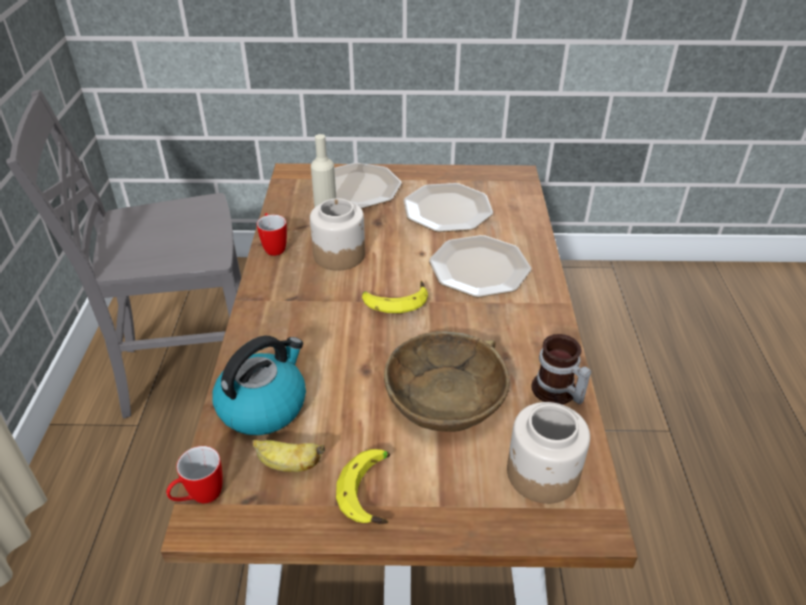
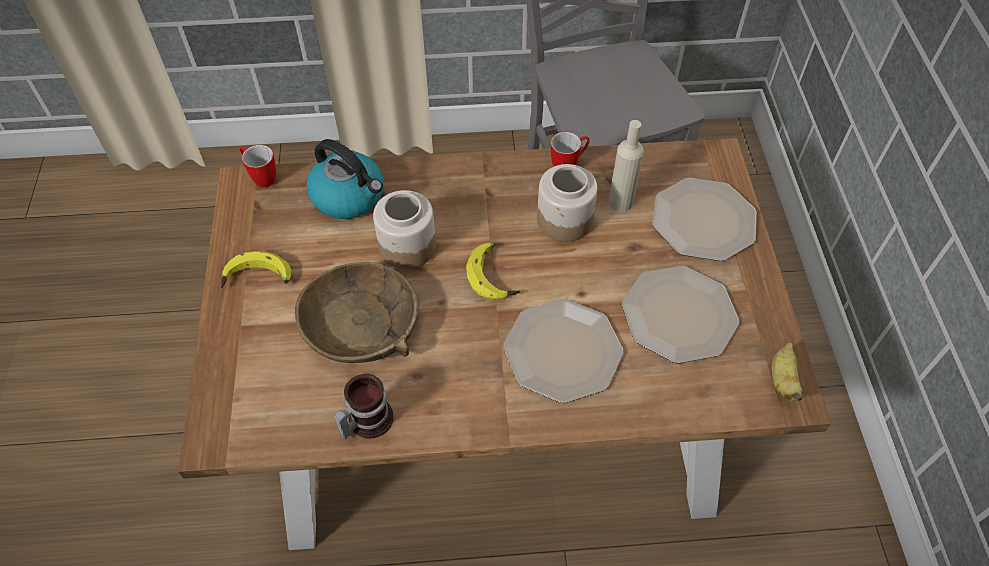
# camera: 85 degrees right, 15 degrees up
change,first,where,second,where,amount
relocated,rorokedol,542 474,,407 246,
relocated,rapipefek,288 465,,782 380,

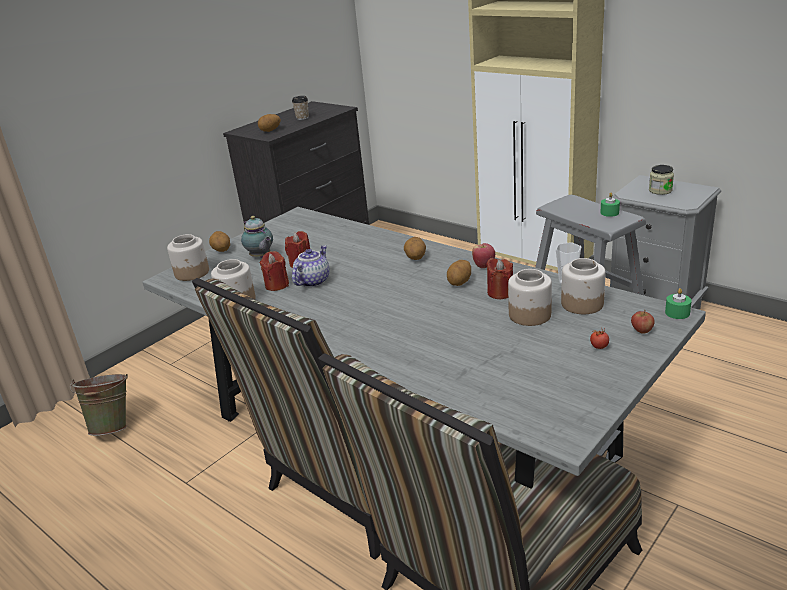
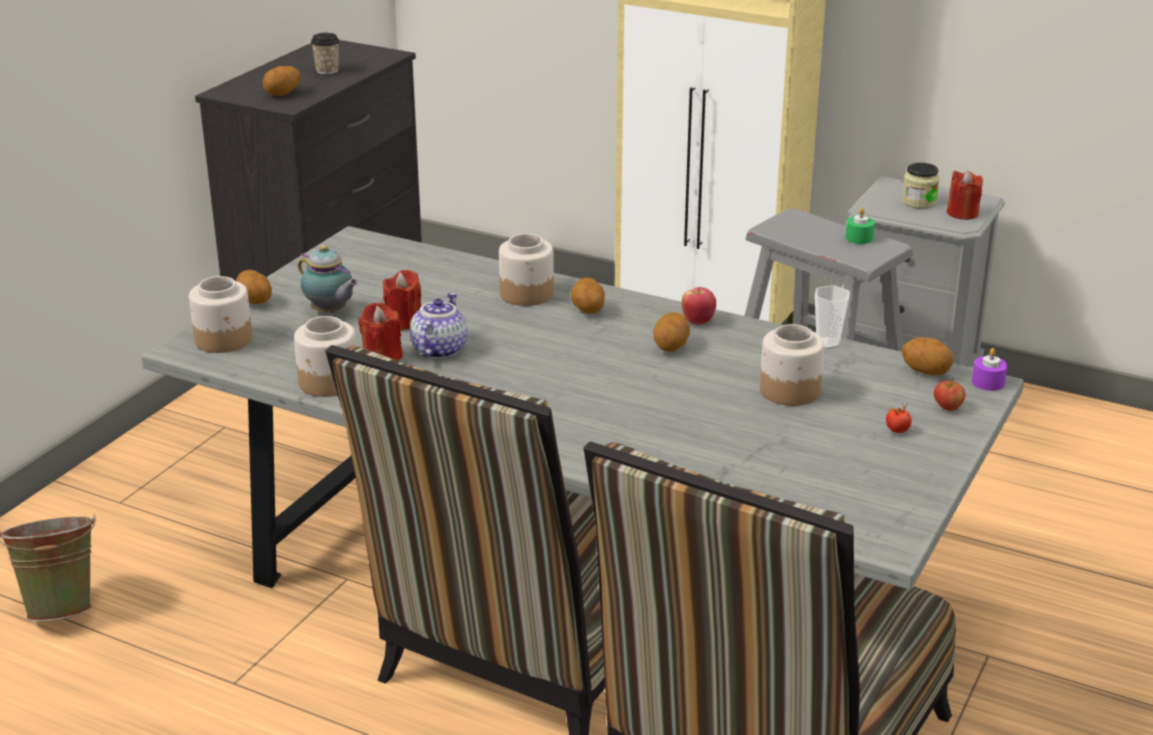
# camera: 15 degrees left, 0 degrees up
change,first,where,second,where,amount
relocated,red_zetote,500 293,,962 213,
relocated,rorokedol,582 304,,527 294,
colour,green_zetote,677 313,purple_zetote,988 382,
appeared,,,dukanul,926 372,

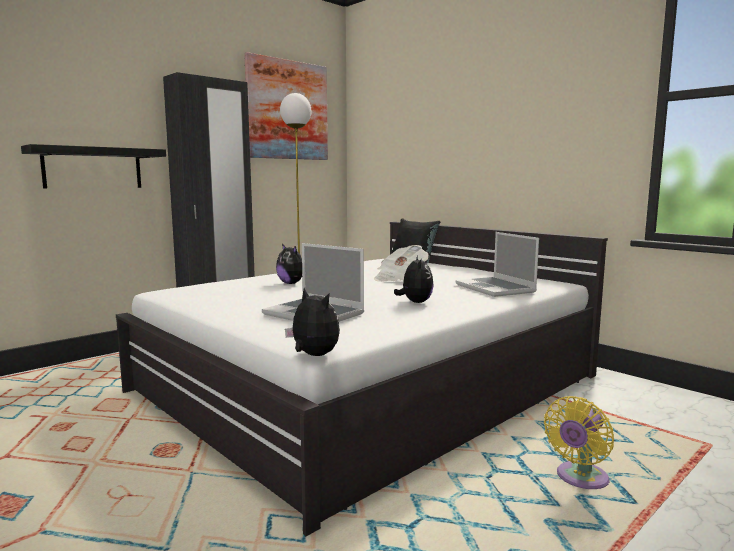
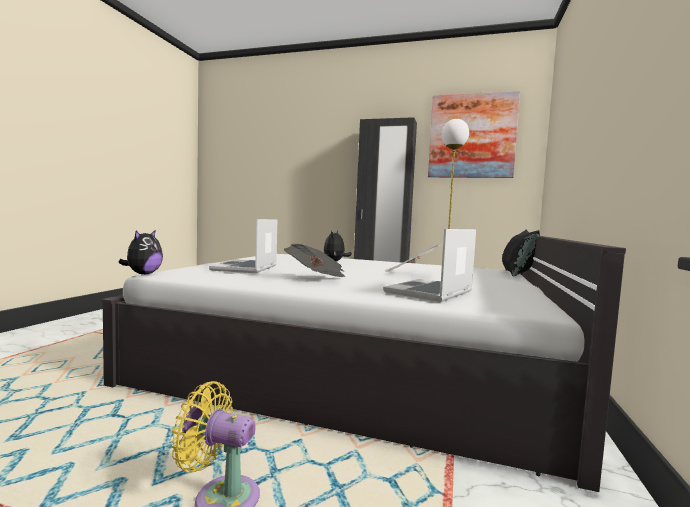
# camera: 60 degrees right, 5 degrees down
change,first,where,second,where,amount
missing,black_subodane,93 168,,,
exchanged,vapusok,415 302,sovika,317 279,

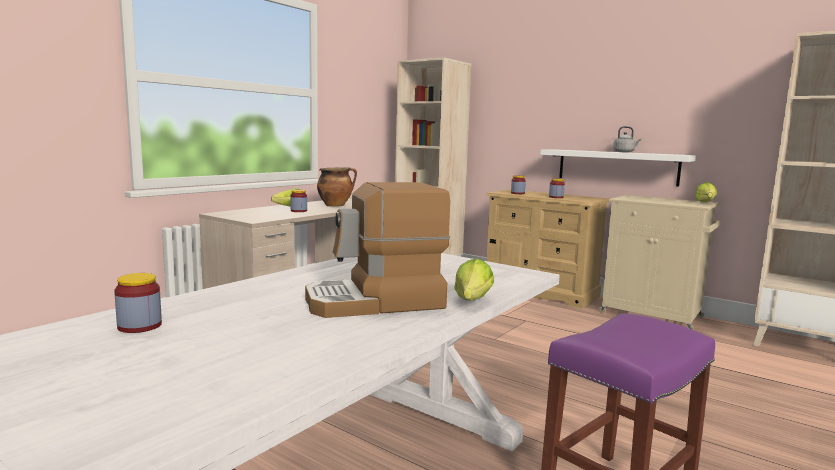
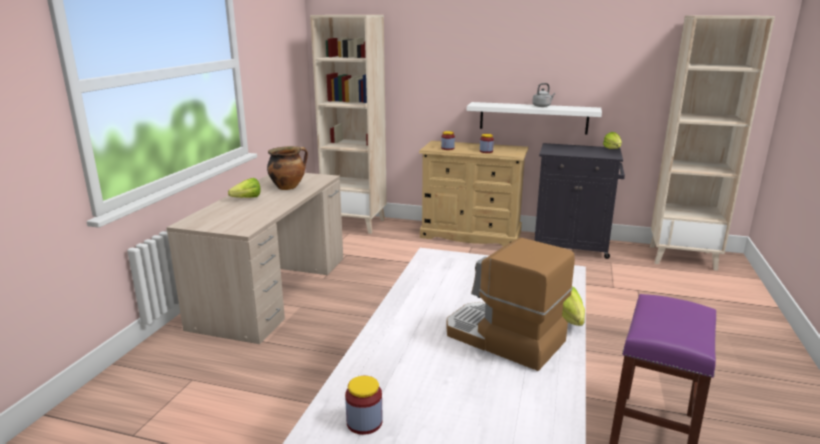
# camera: 20 degrees left, 10 degrees up
change,first,where,second,where,amount
spun,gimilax,376 302,,503 338,75 degrees clockwise
missing,rorokedol,298 211,,,
colour,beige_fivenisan,653 315,black_fivenisan,572 246,

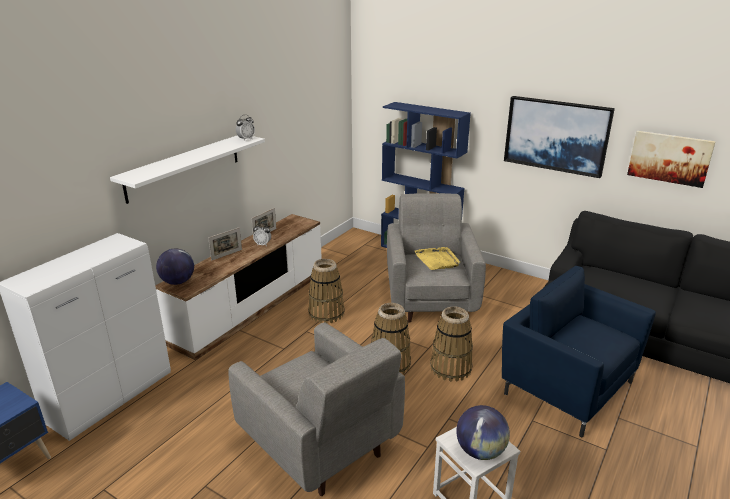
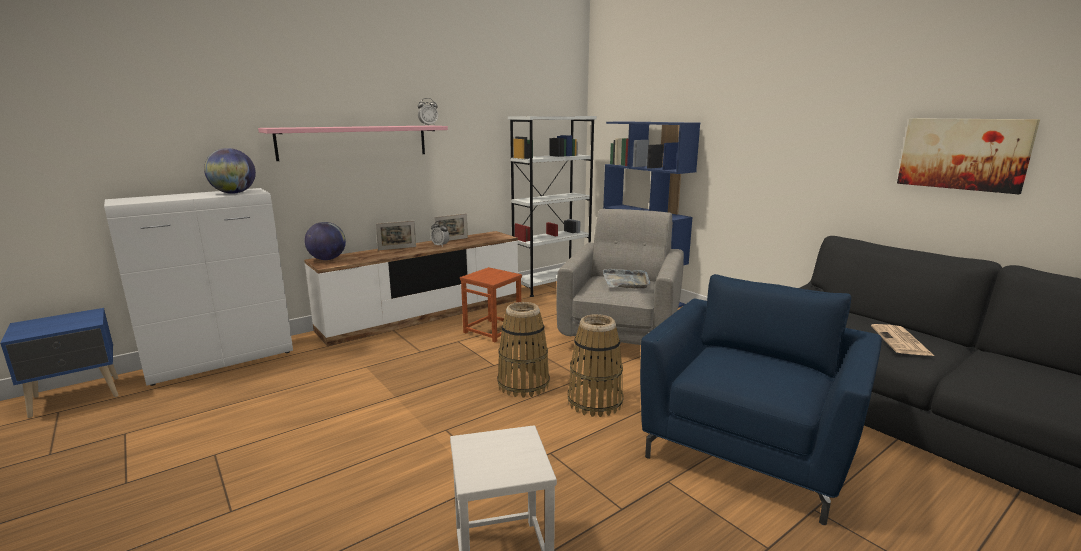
# camera: 20 degrees right, 10 degrees down
change,first,where,second,where,amount
missing,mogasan,556 135,,,
colour,white_subodane,184 167,pink_subodane,354 142,
colour,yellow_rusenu,437 260,grey_rusenu,626 281,
exchanged,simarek,326 313,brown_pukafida,493 330,
spun,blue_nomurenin,566 386,,748 452,60 degrees clockwise
missing,grey_nomurenin,320 446,,,
relocated,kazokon,480 451,,234 193,
appeared,,,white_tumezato,551 285,
appeared,,,sovika,901 341,

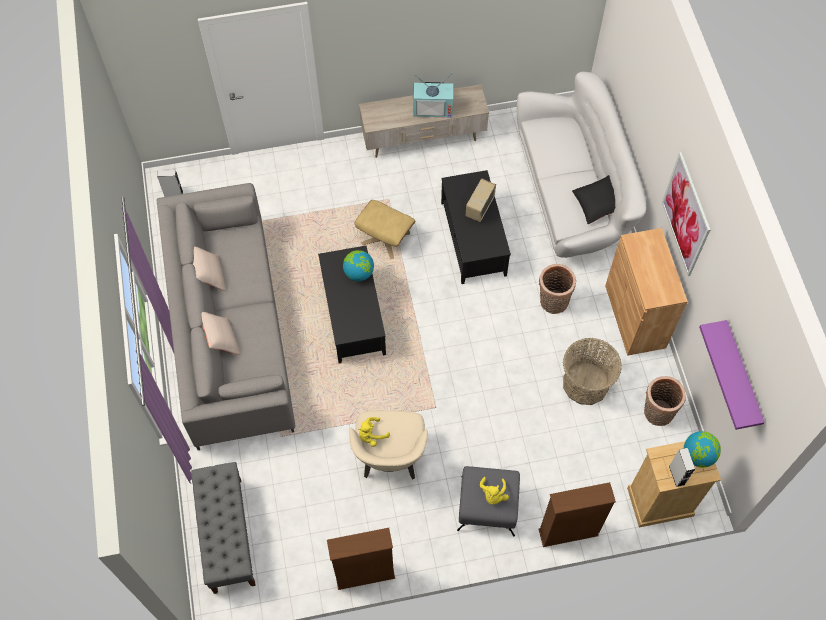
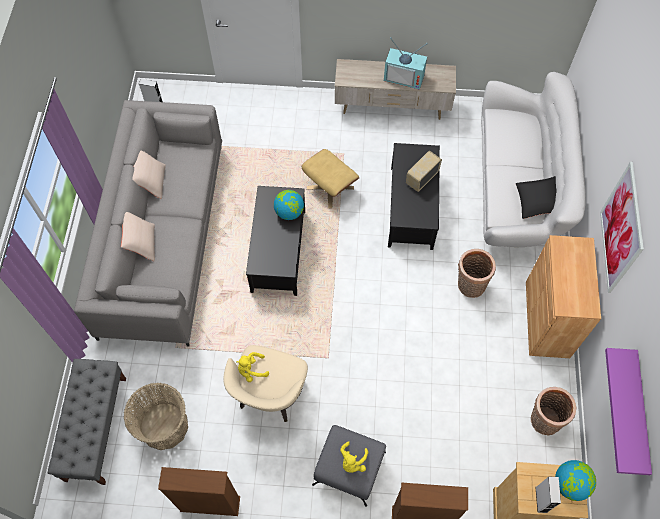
# camera: 15 degrees right, 0 degrees up
change,first,where,second,where,amount
relocated,simarek,585 383,,164 426,

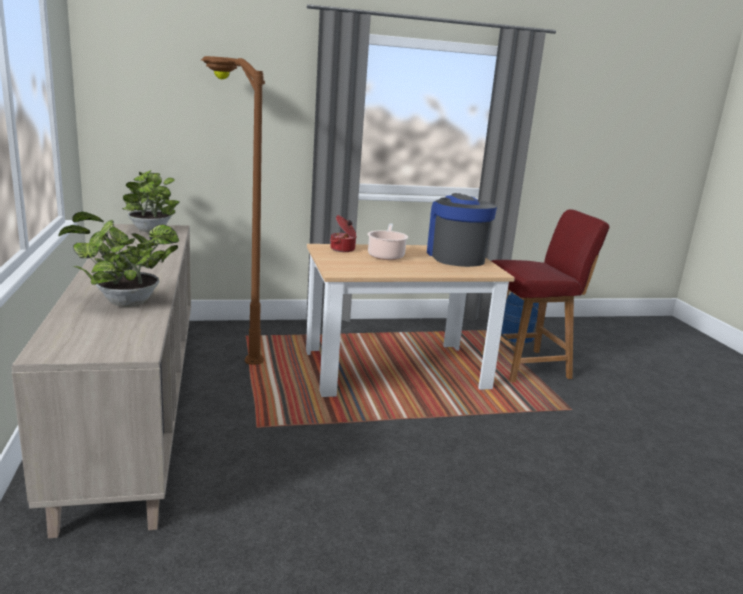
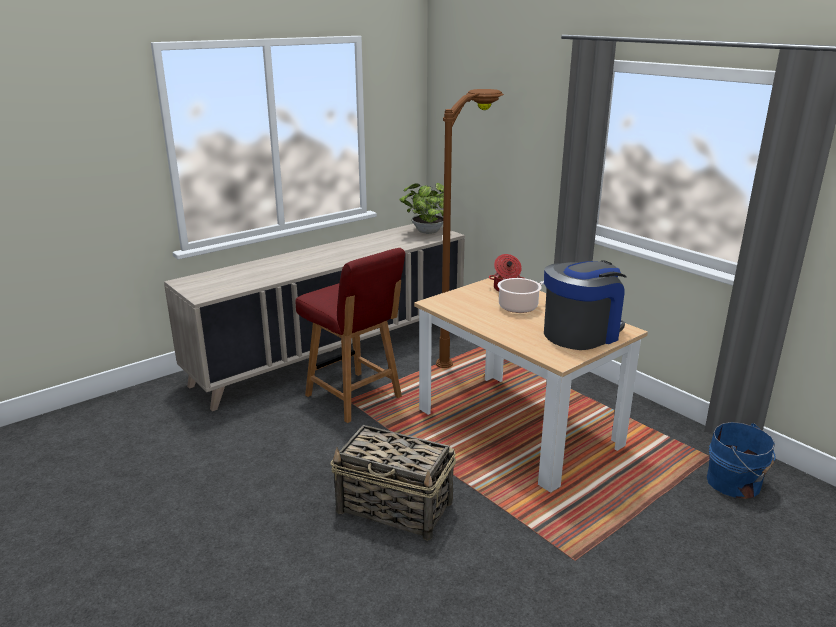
# camera: 65 degrees right, 5 degrees up
change,first,where,second,where,amount
relocated,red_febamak,527 366,,354 397,
missing,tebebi,123 302,,,
appeared,,,simarek,396 507,

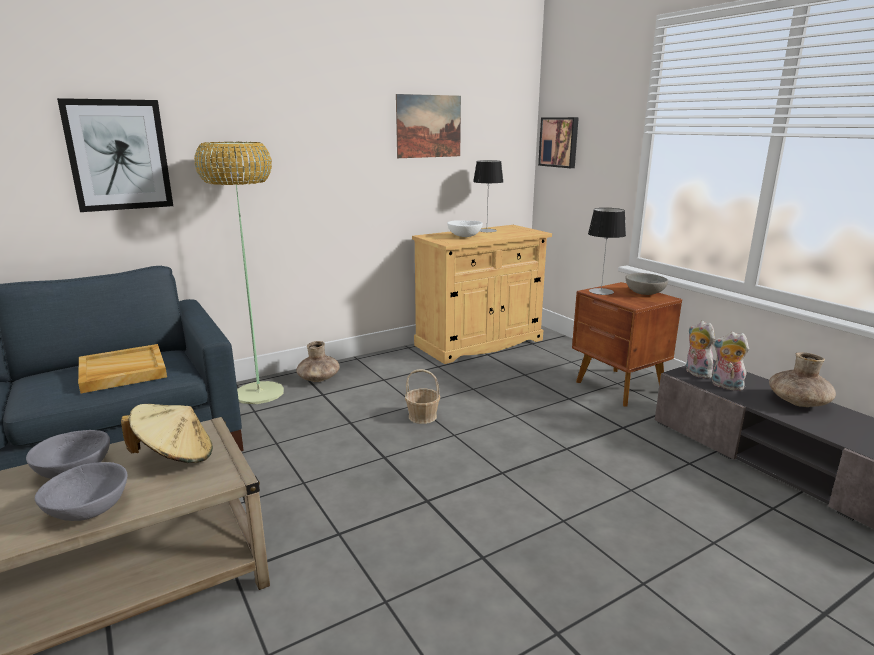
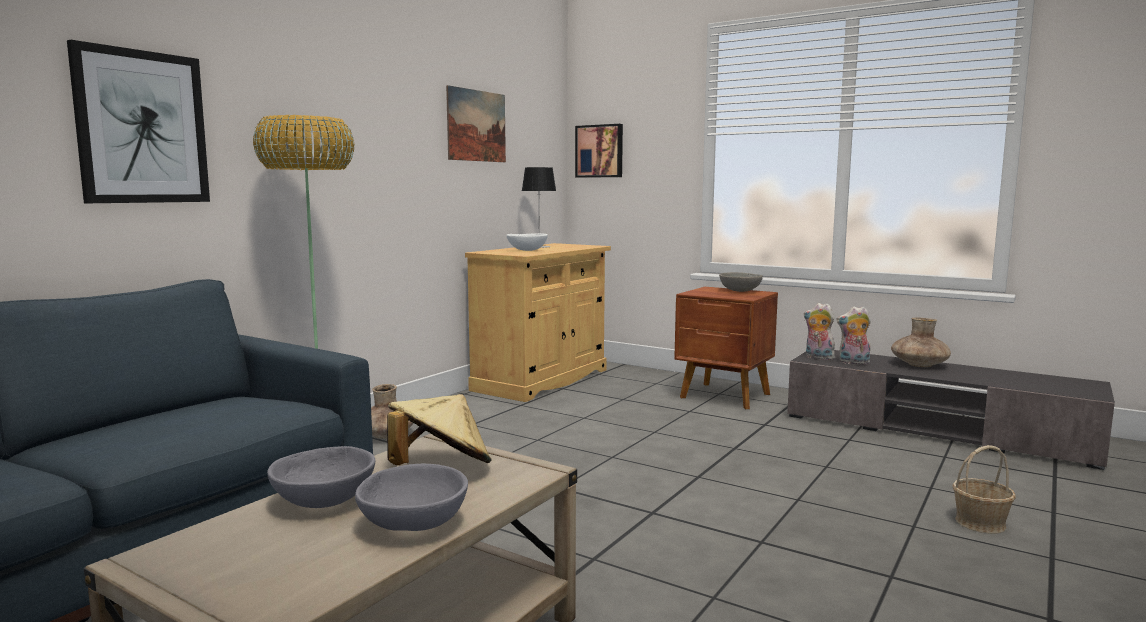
# camera: 25 degrees left, 10 degrees down
change,first,where,second,where,amount
missing,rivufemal,601 291,,,
missing,beige_rusenu,122 372,,,
relocated,simarek,422 417,,980 523,

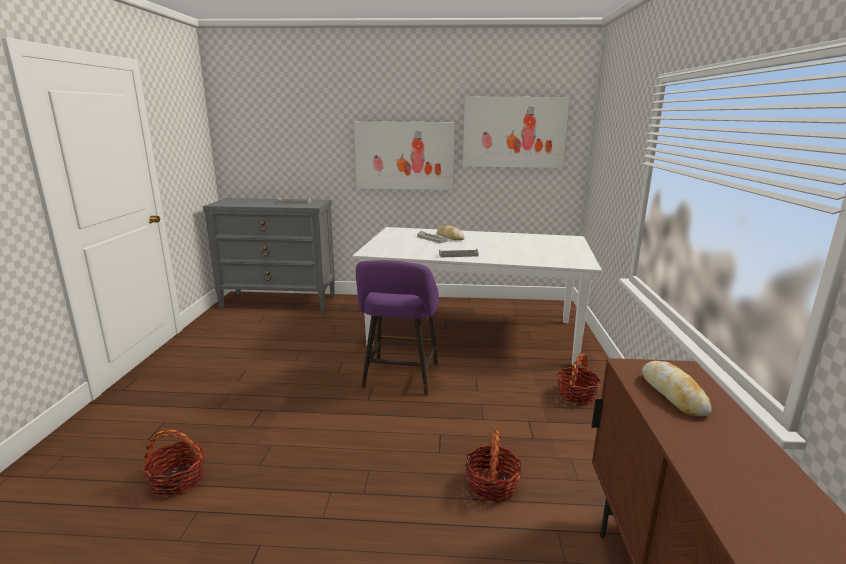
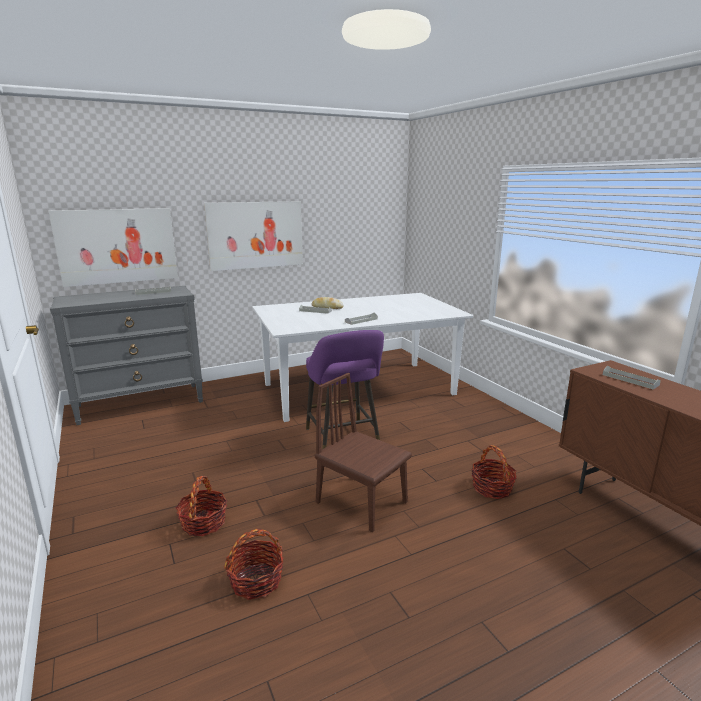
# camera: 30 degrees left, 0 degrees up
change,first,where,second,where,amount
relocated,mogasan,513 132,,117 246,
relocated,simarek,576 394,,203 523,
exchanged,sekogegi,673 394,grey_rusenu,630 380,
appeared,,,brown_febamak,361 502,

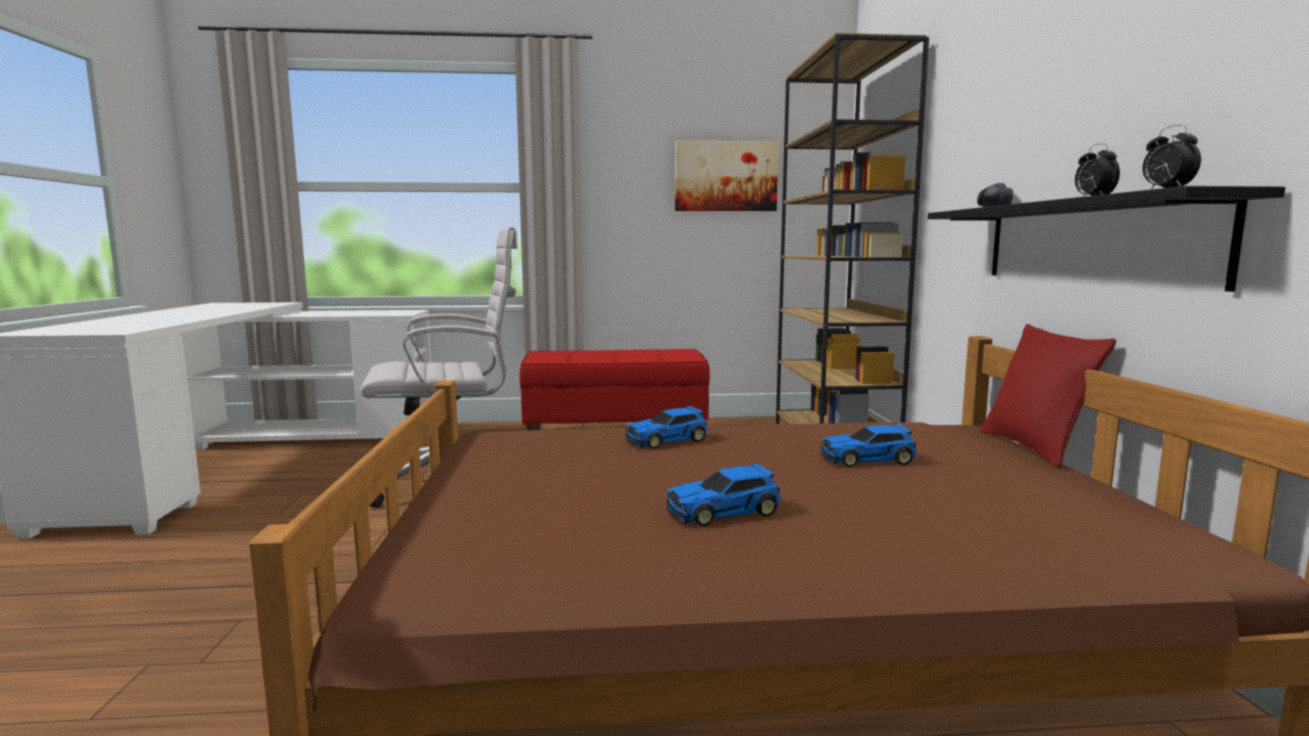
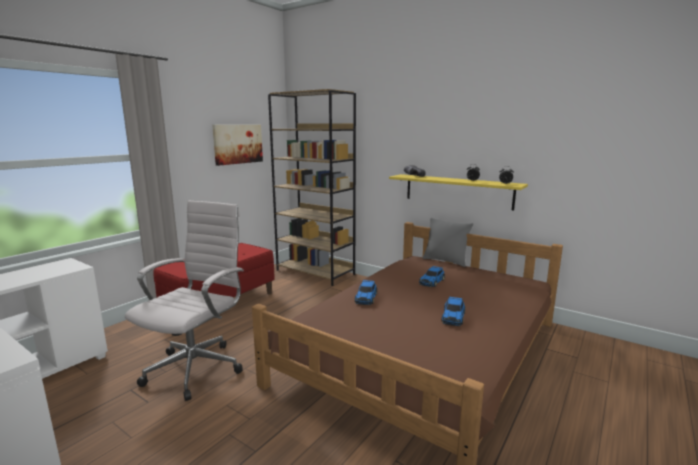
# camera: 50 degrees left, 5 degrees up
change,first,where,second,where,amount
colour,black_subodane,1090 242,yellow_subodane,457 191,
colour,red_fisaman,1033 448,grey_fisaman,445 261,

